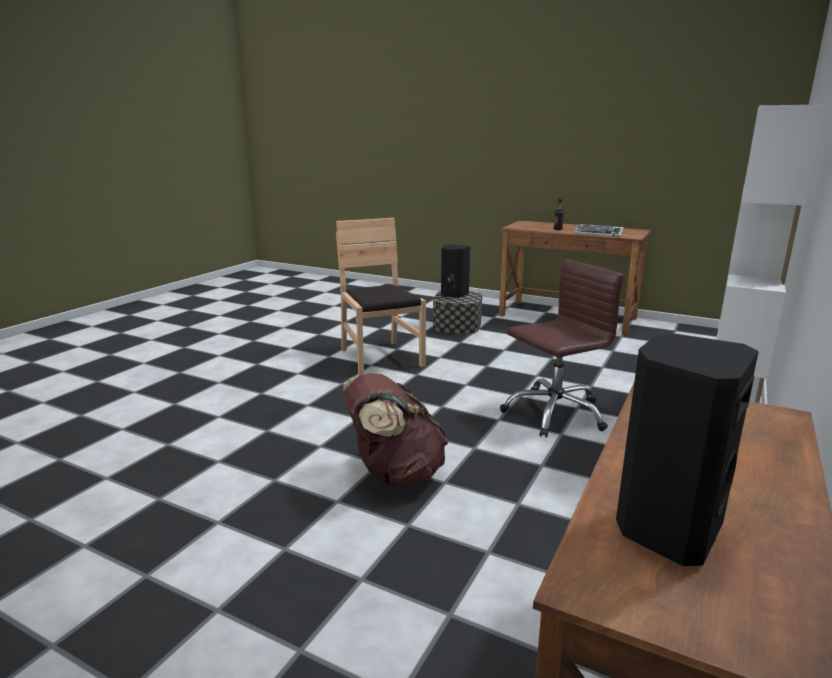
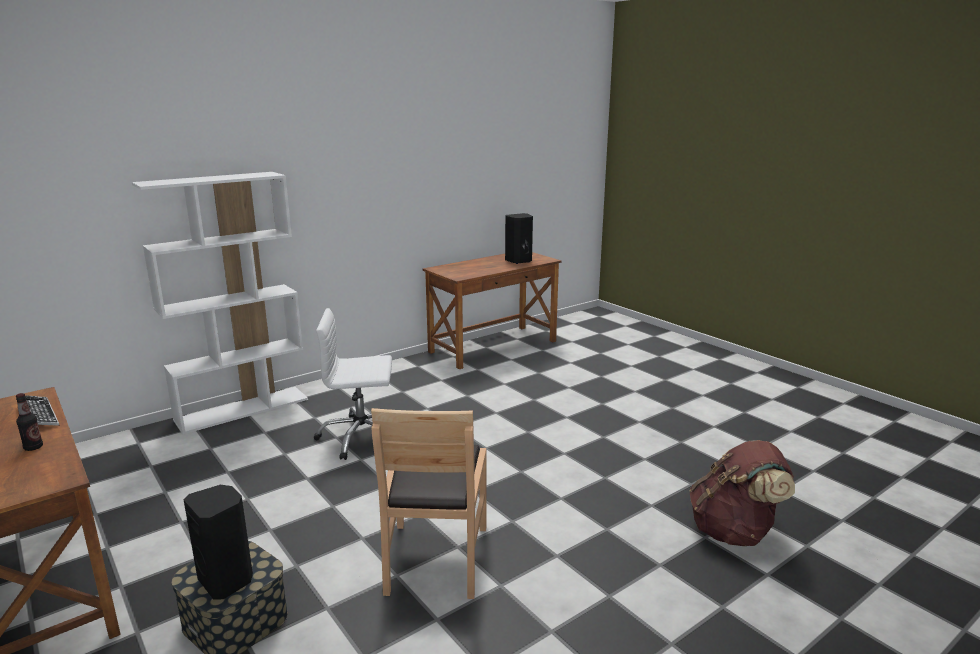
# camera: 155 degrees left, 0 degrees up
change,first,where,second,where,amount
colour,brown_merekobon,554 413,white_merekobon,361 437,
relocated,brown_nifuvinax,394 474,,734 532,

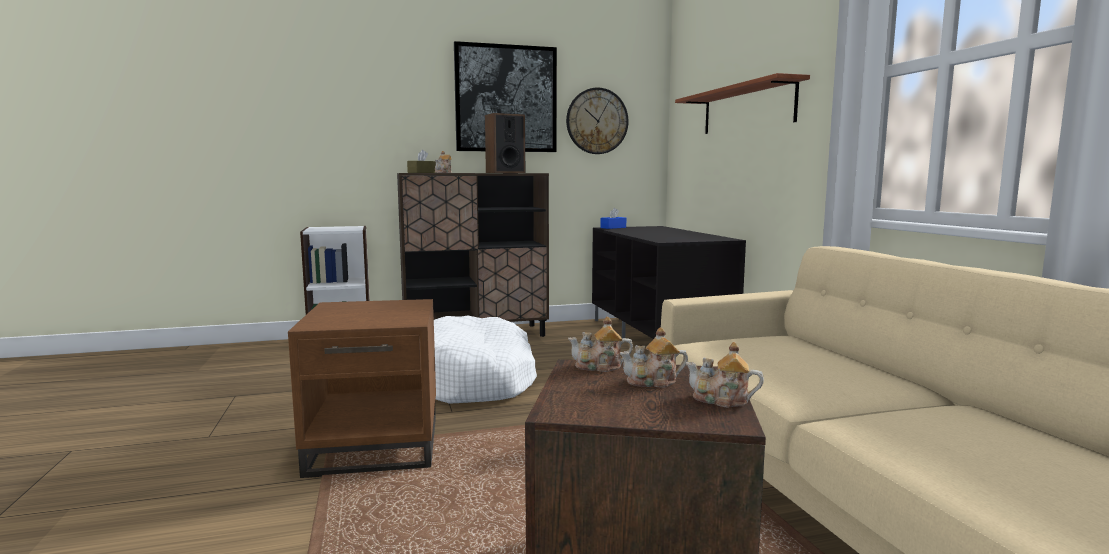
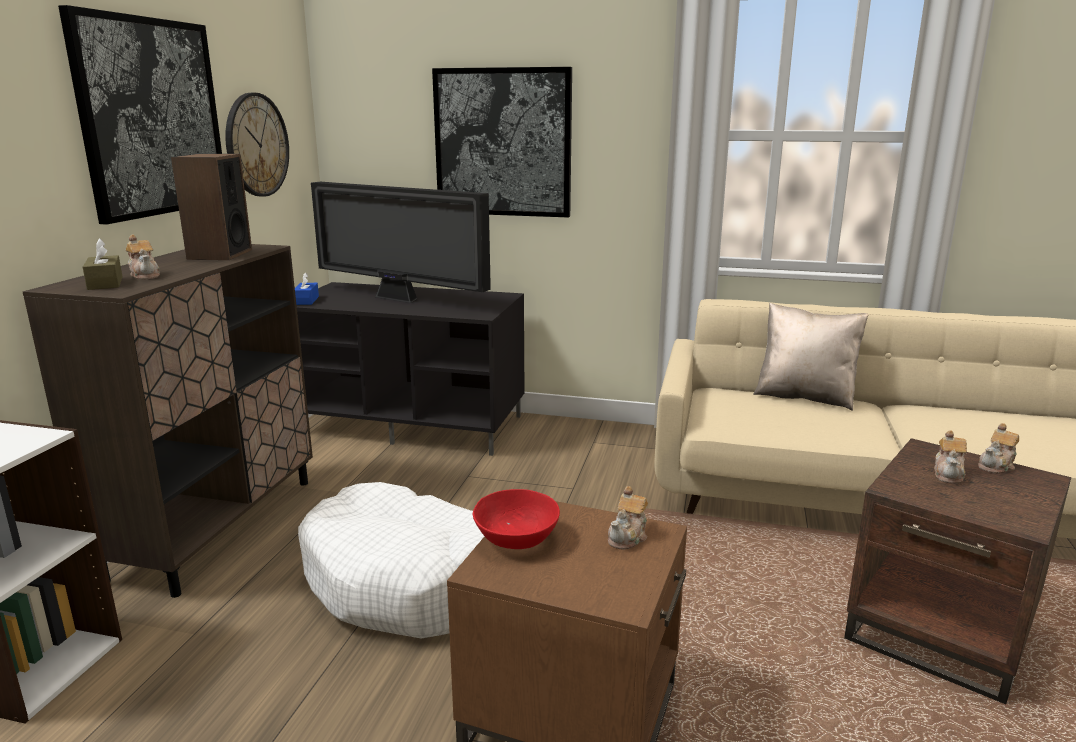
# camera: 60 degrees left, 10 degrees up
change,first,where,second,where,amount
exchanged,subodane,747 109,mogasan,503 143,
relocated,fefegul,599 367,,628 537,
appeared,,,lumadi,399 299,
appeared,,,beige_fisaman,804 397,
appeared,,,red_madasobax,517 539,

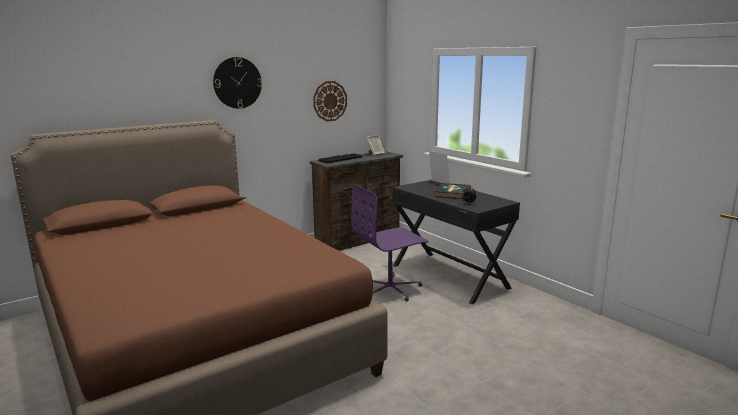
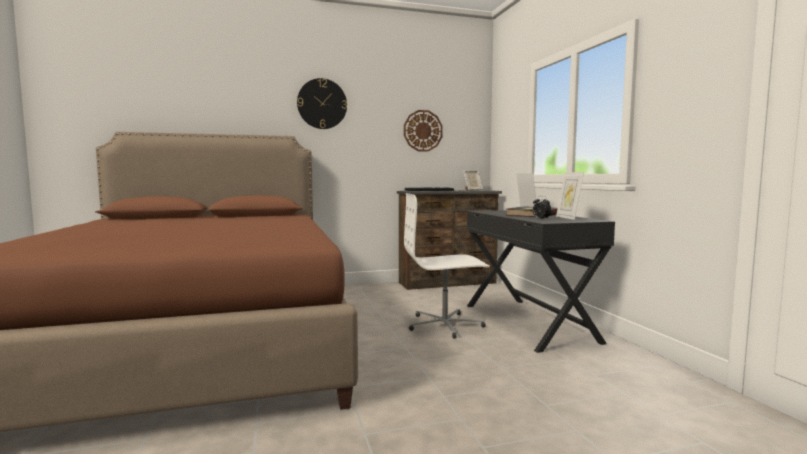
# camera: 20 degrees right, 10 degrees down
change,first,where,second,where,amount
colour,purple_merekobon,390 289,white_merekobon,445 325,
appeared,,,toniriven,568 218,

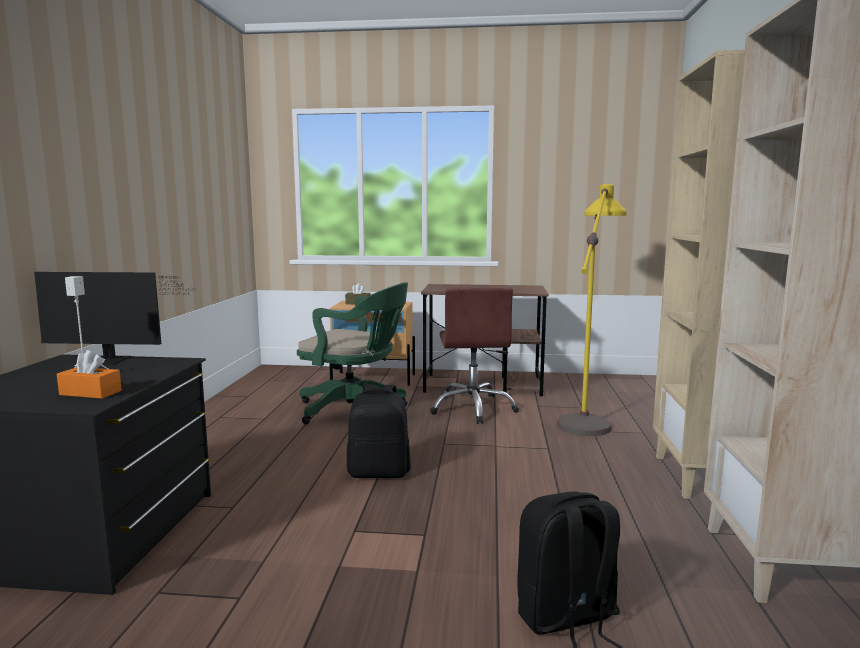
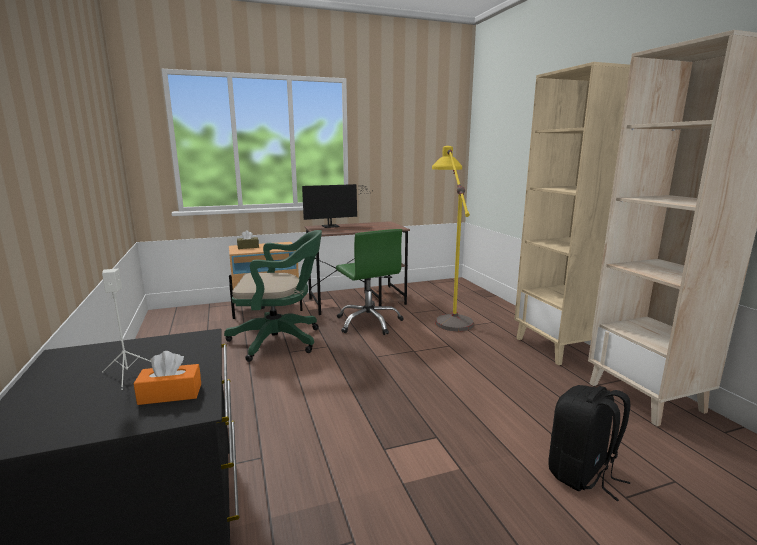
# camera: 25 degrees left, 5 degrees up
change,first,where,second,where,amount
relocated,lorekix,111 361,,333 226,
colour,brown_merekobon,473 408,green_merekobon,369 322,
missing,black_nifuvinax,379 472,,,

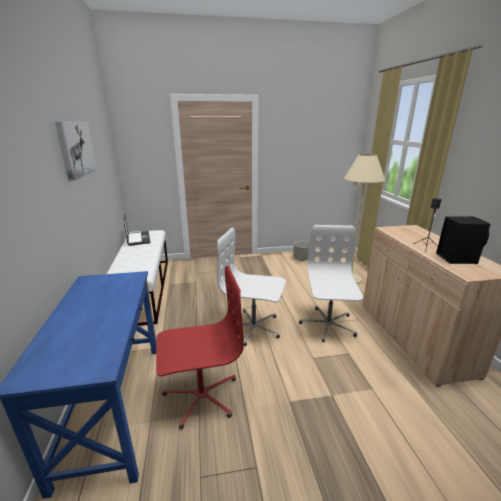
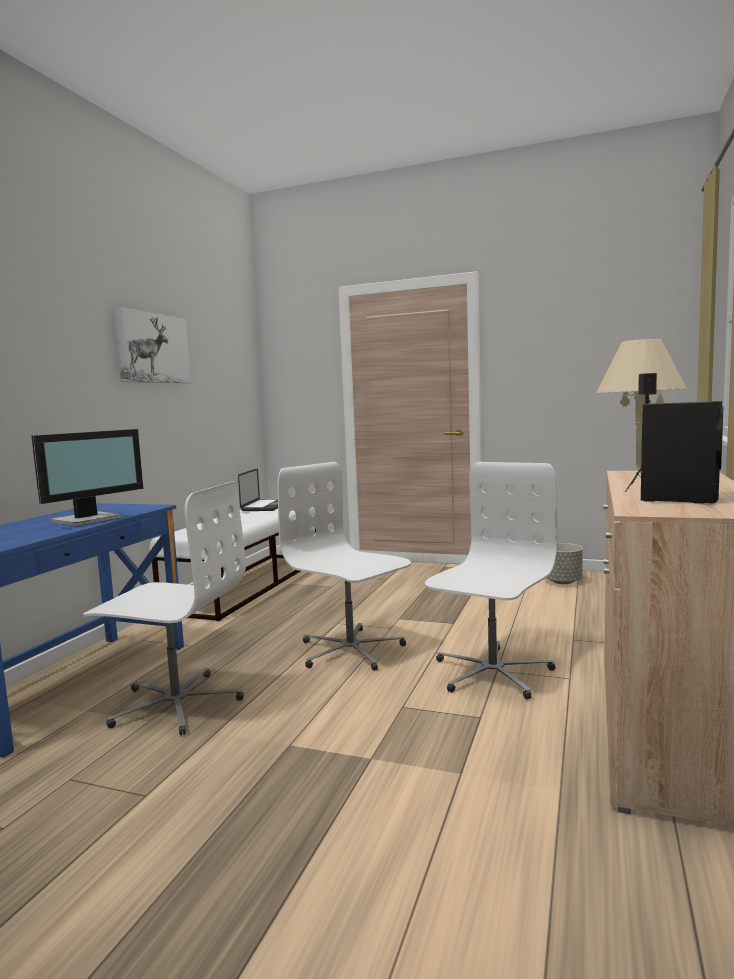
# camera: 30 degrees right, 15 degrees down
change,first,where,second,where,amount
colour,red_merekobon,201 395,white_merekobon,176 703,
appeared,,,lorekix,89 519,

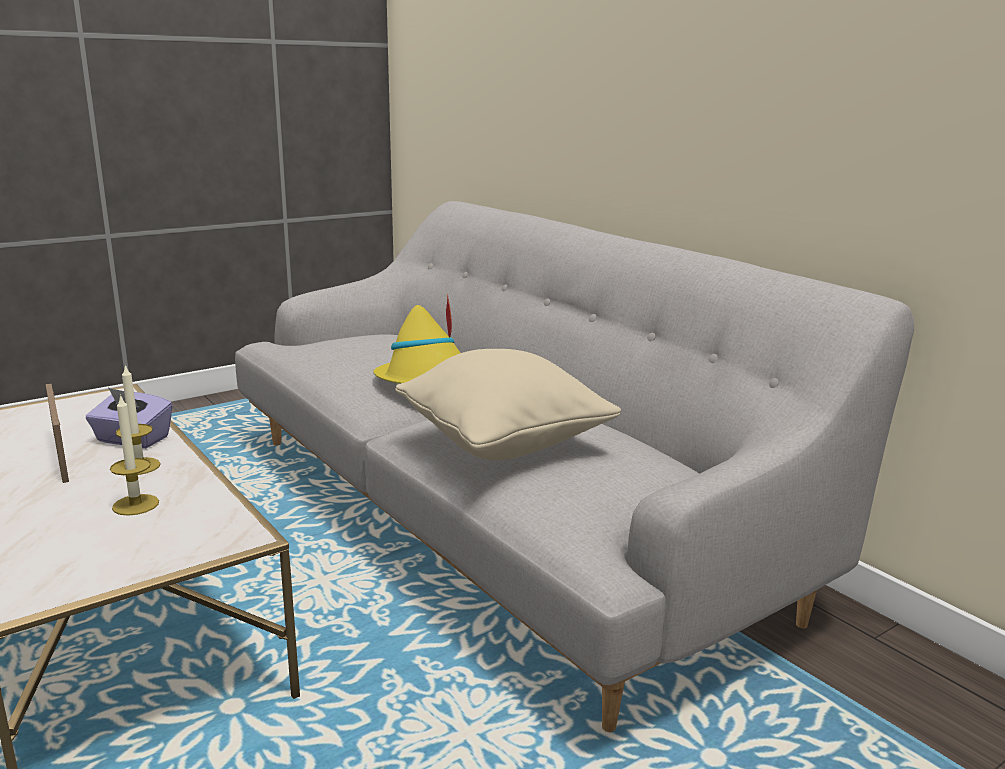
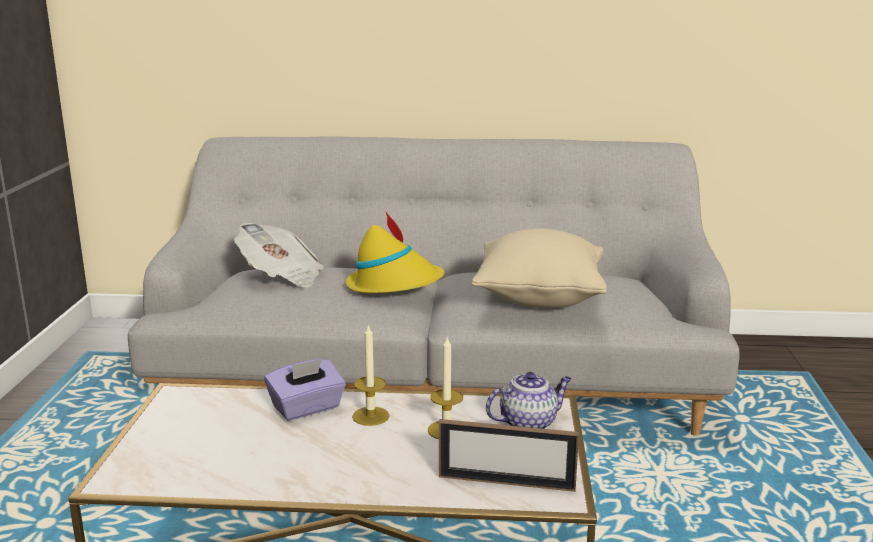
# camera: 50 degrees left, 0 degrees up
change,first,where,second,where,amount
relocated,toniriven,61 457,,506 482,
appeared,,,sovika,281 276,
appeared,,,fefegul,529 423,

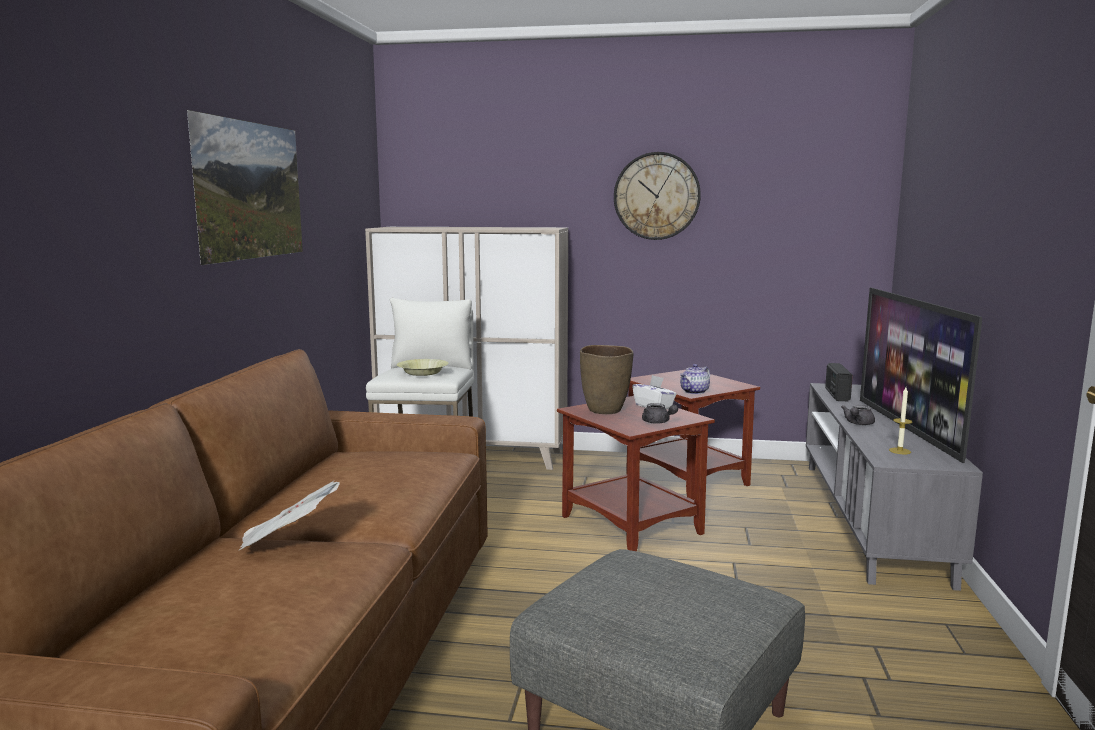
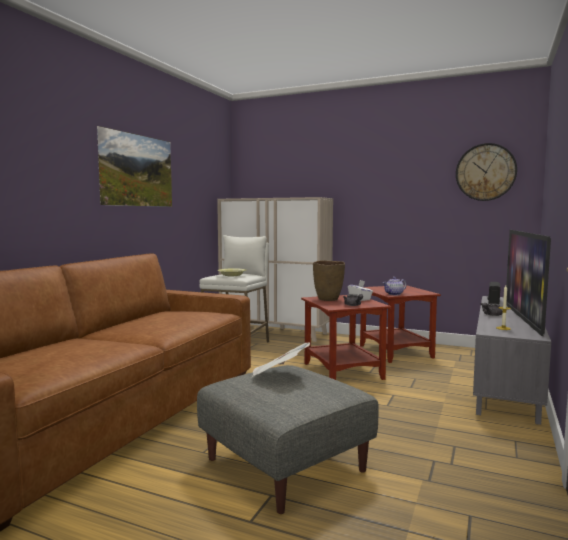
# camera: 15 degrees right, 5 degrees down
change,first,where,second,where,amount
relocated,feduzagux,656 196,,485 172,
relocated,sovika,288 541,,278 375,

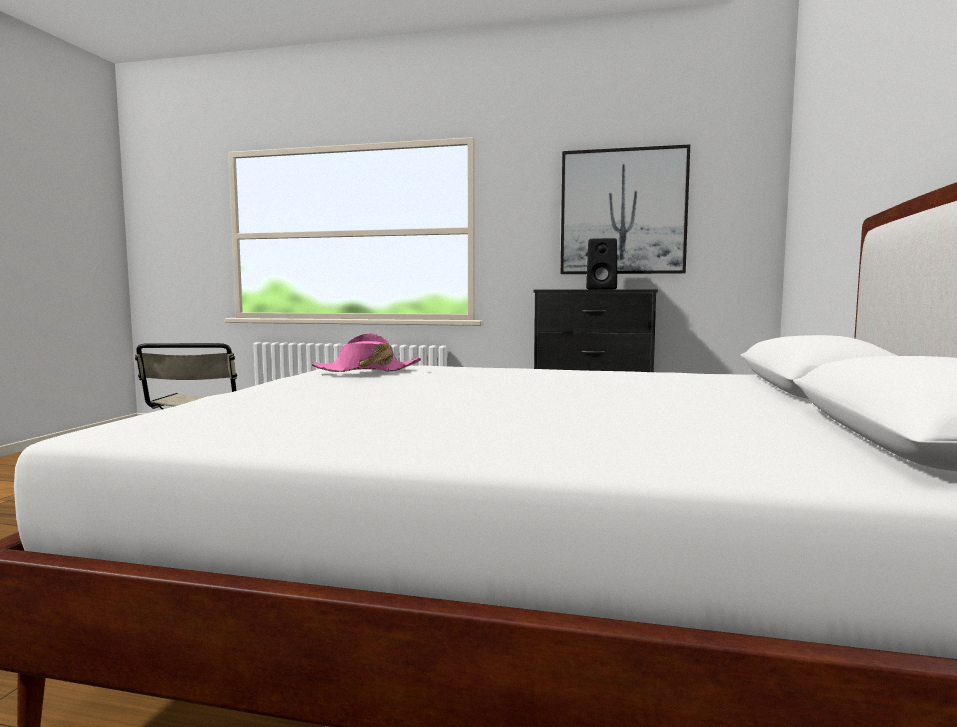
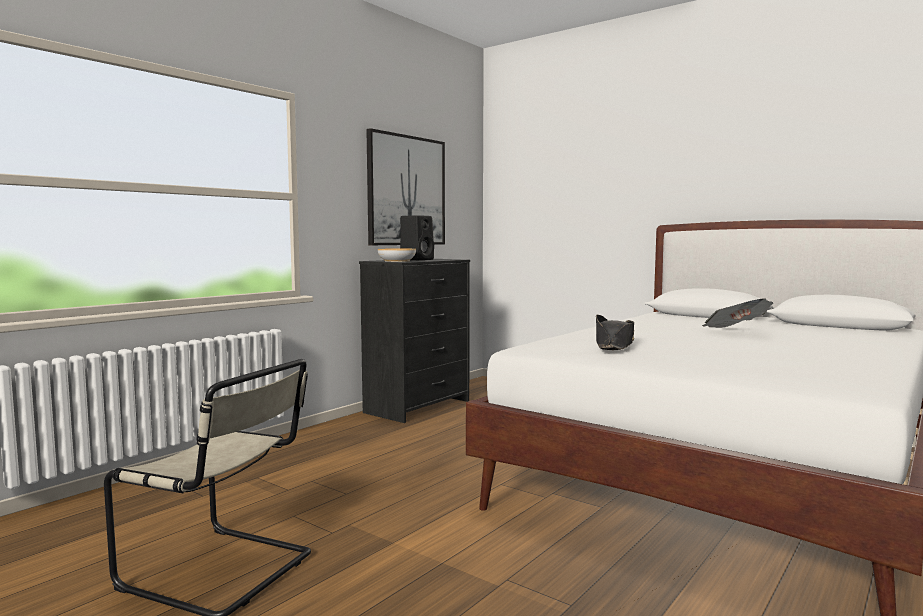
# camera: 65 degrees left, 0 degrees up
change,first,where,second,where,amount
colour,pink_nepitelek,366 370,black_nepitelek,614 345,
appeared,,,madasobax,396 261,
appeared,,,sovika,735 332,

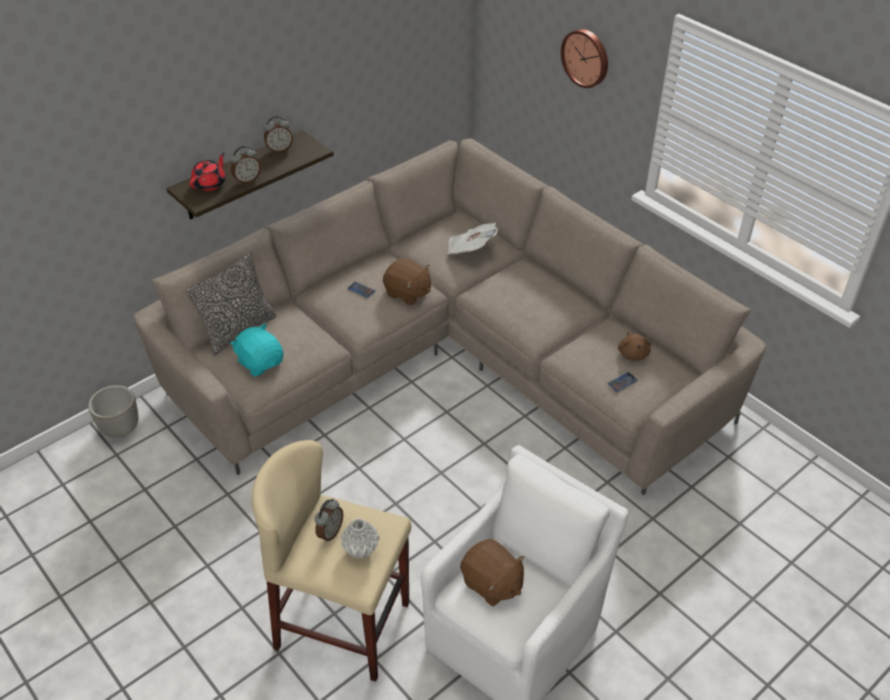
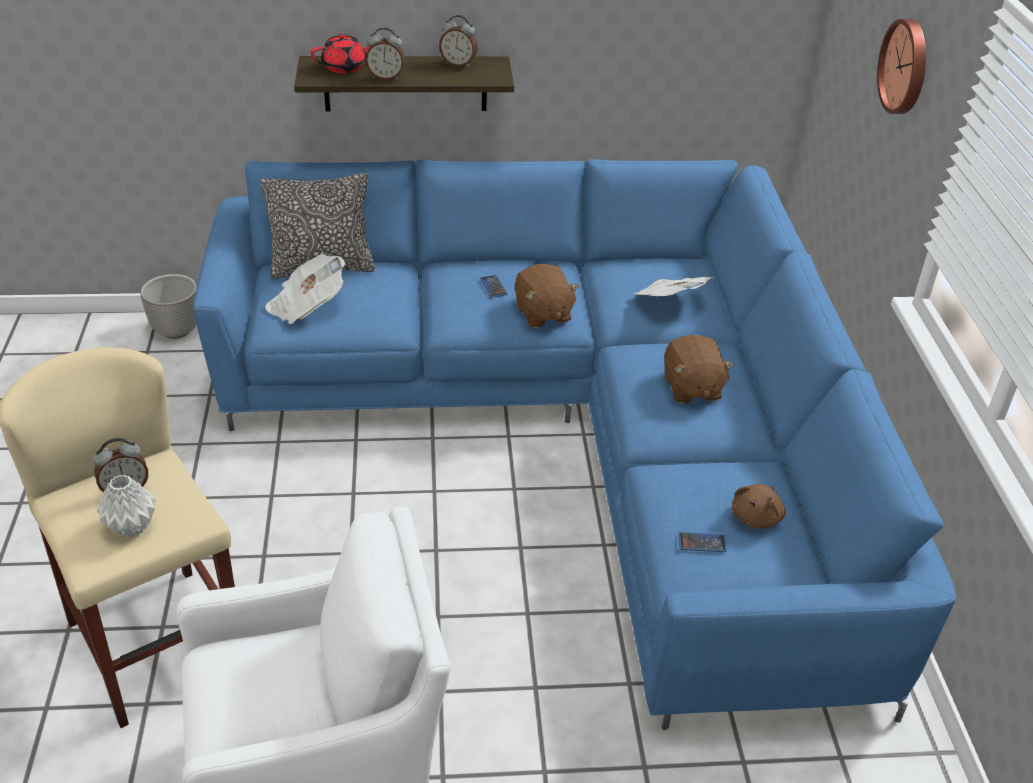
# camera: 35 degrees right, 5 degrees down
change,first,where,second,where,amount
colour,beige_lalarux,449 359,blue_lalarux,578 435,
exchanged,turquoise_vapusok,260 362,sovika,307 306,
relocated,brown_vapusok,491 584,,691 388,

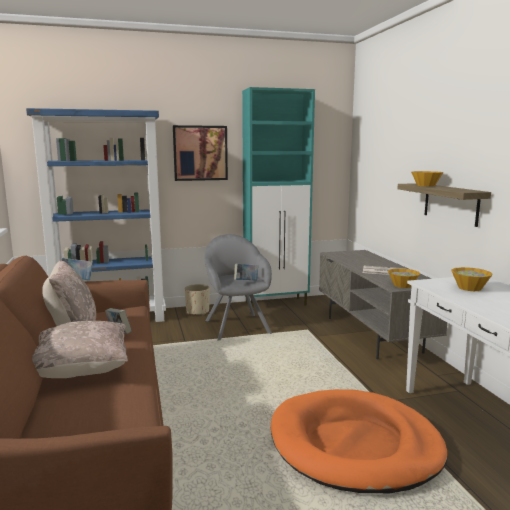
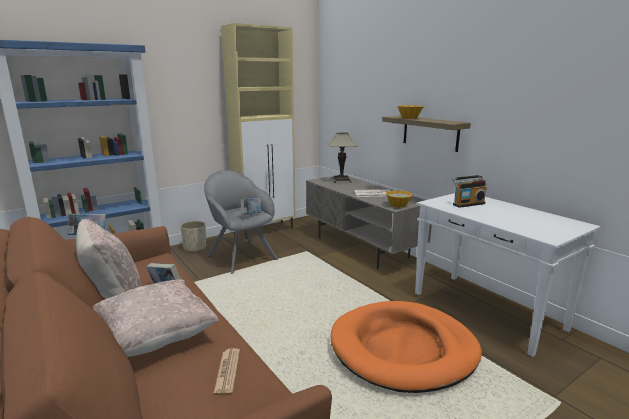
# camera: 20 degrees left, 5 degrees up
change,first,where,second,where,amount
colour,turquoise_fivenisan,276 304,beige_fivenisan,266 230,
missing,mogasan,200 153,,,
exchanged,madasobax,469 288,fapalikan,467 204,
appeared,,,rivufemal,341 180,
appeared,,,sovika,227 371,

